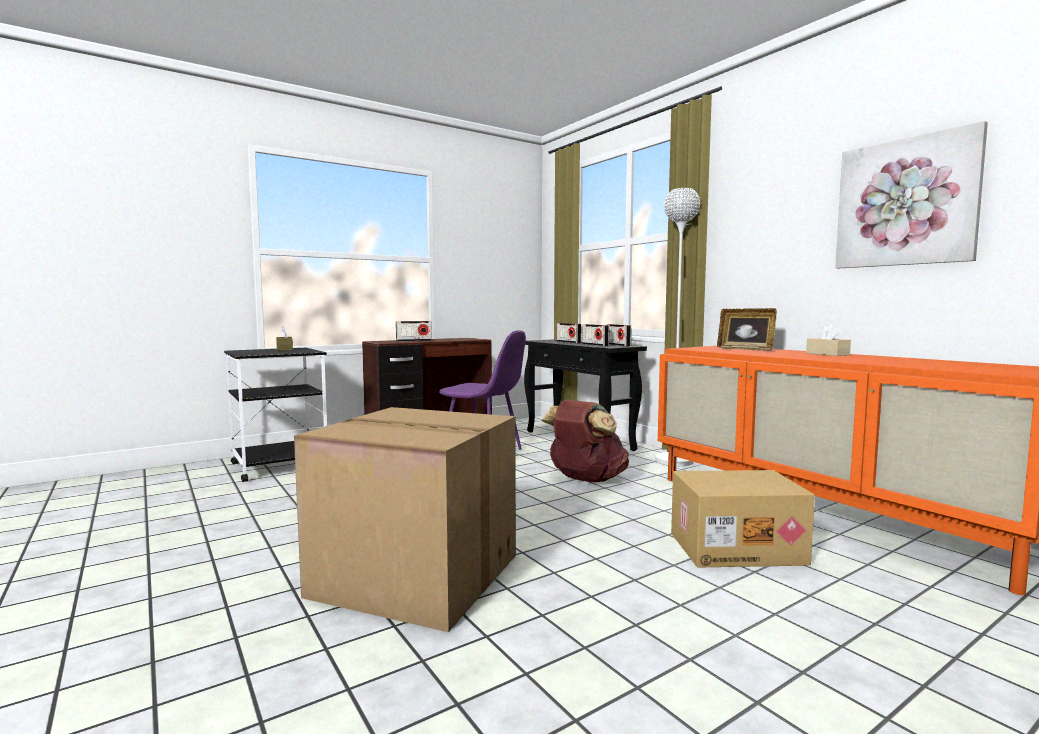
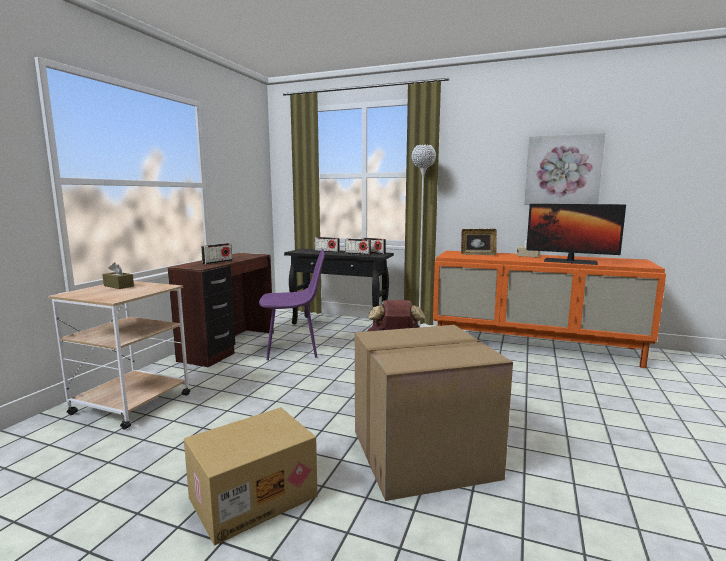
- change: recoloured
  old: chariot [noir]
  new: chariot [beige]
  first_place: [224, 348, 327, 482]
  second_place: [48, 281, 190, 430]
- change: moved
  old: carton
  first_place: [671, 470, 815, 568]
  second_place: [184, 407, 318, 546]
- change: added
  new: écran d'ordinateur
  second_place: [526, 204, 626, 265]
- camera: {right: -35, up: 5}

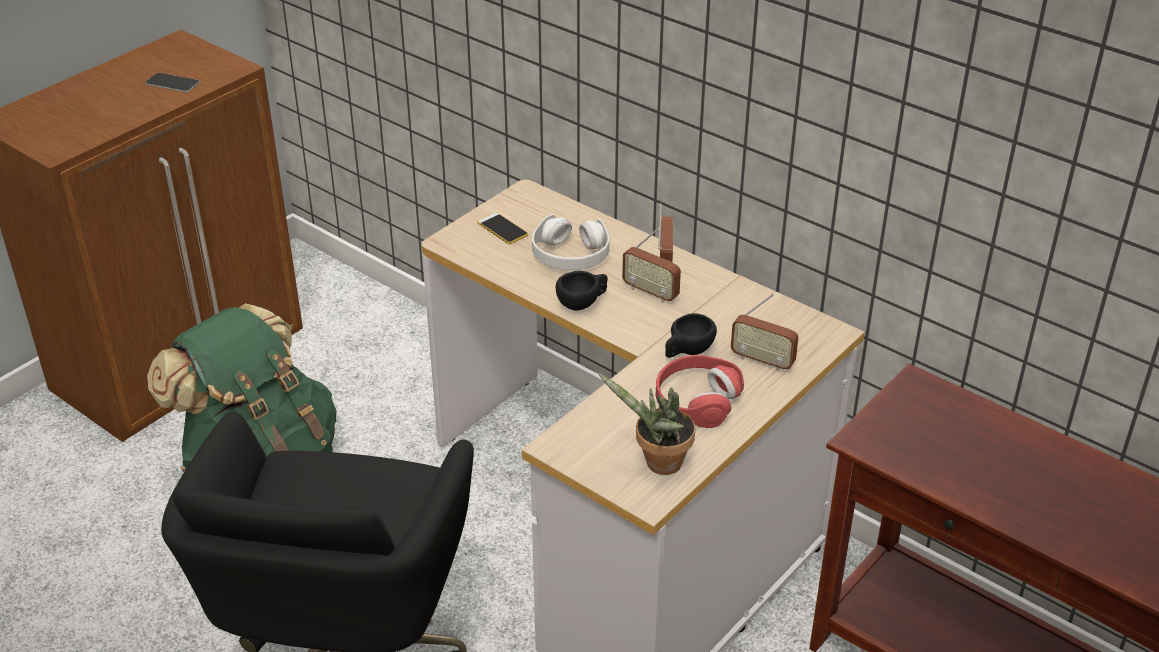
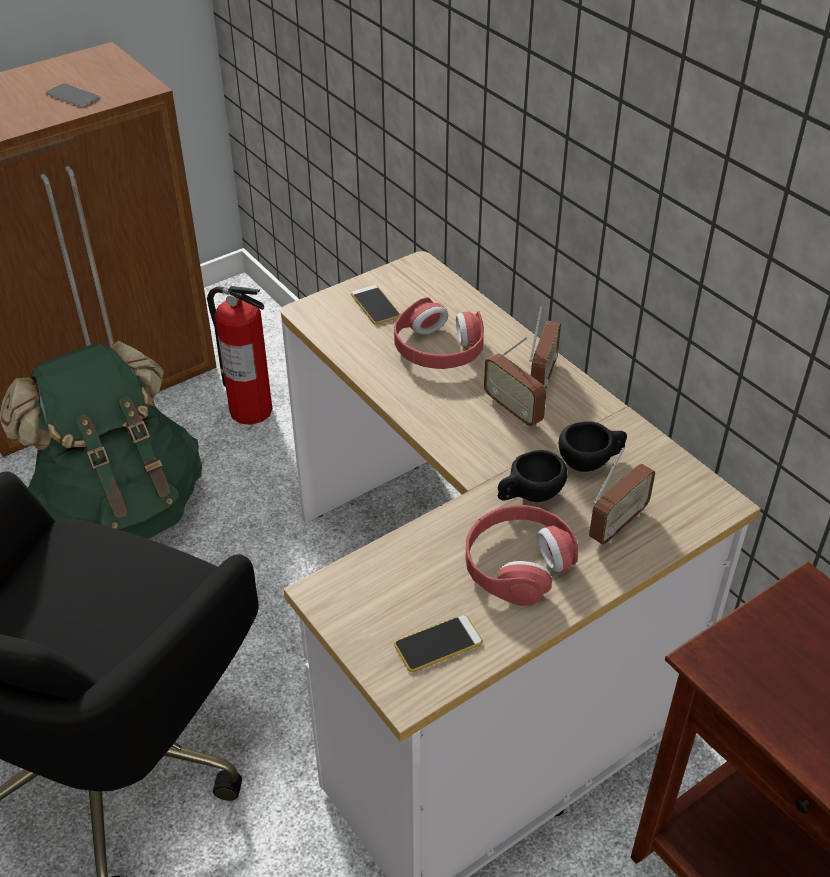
- change: recoloured
  old: casque audio [blanc]
  new: casque audio [rouge]
  first_place: [532, 214, 610, 270]
  second_place: [394, 297, 484, 369]
- change: moved
  old: tasse [noir]
  first_place: [556, 270, 608, 310]
  second_place: [559, 421, 627, 472]
- change: replaced
  old: plante en pot
  new: téléphone
  first_place: [599, 374, 695, 475]
  second_place: [394, 615, 483, 672]
- change: turned
  old: radio
  first_place: [731, 294, 799, 371]
  second_place: [589, 447, 655, 545]
  degrees: -90
- change: added
  new: extincteur
  second_place: [207, 286, 272, 425]
- camera: {right: 15, up: 5}

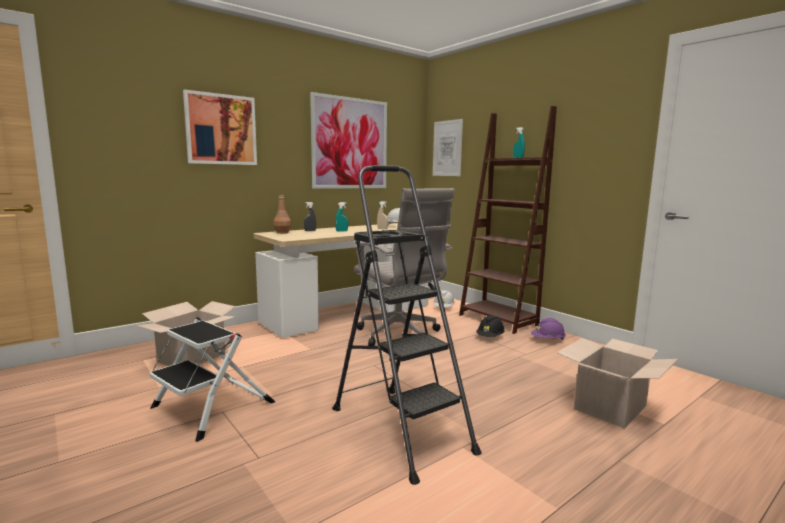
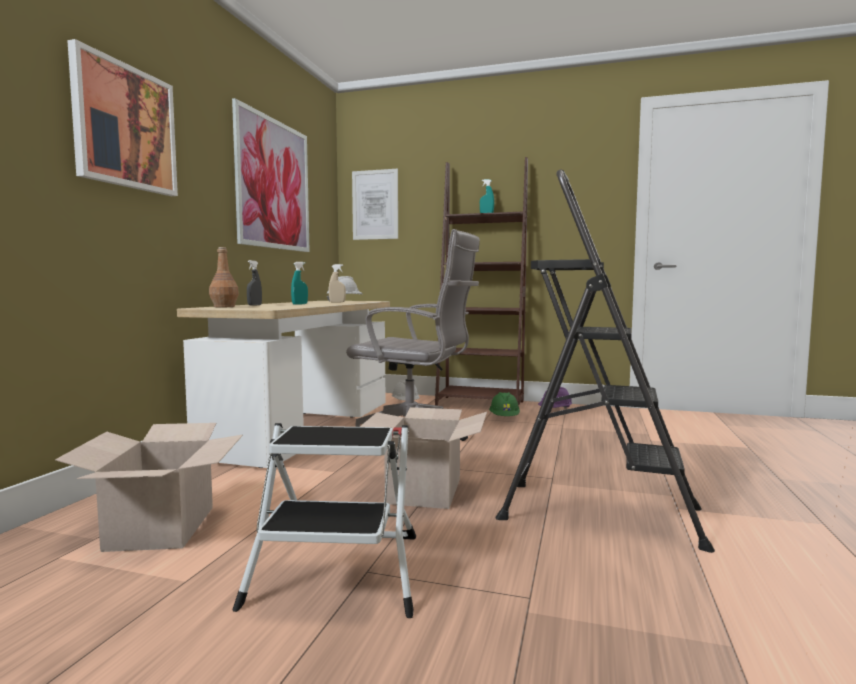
- change: recoloured
  old: casque de chantier [noir]
  new: casque de chantier [vert]
  first_place: [476, 315, 505, 337]
  second_place: [489, 392, 520, 416]
- change: moved
  old: carton
  first_place: [557, 338, 678, 429]
  second_place: [360, 407, 487, 509]
- camera: {right: -35, up: -5}

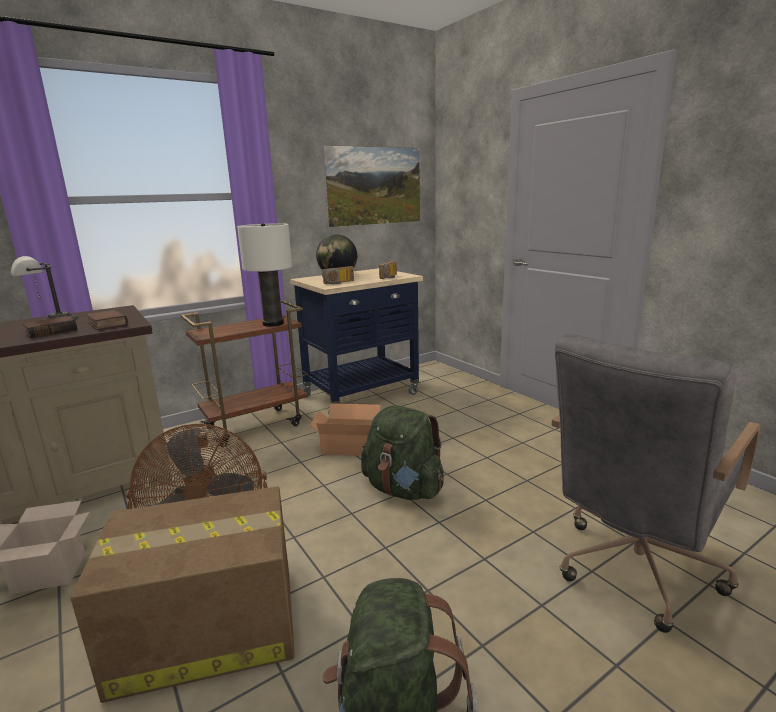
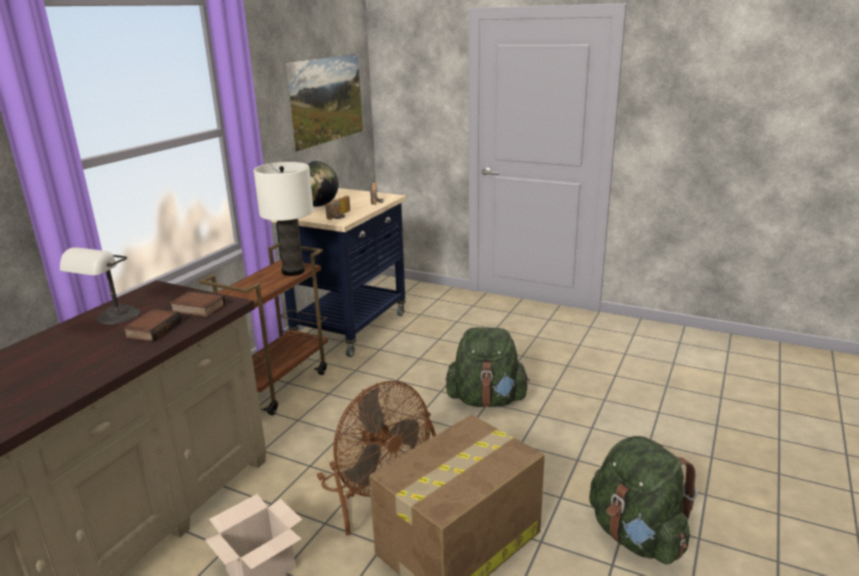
- change: removed
  old: carton
  first_place: [310, 403, 381, 456]
- change: removed
  old: chaise de bureau [gris]
  first_place: [551, 334, 760, 633]
- camera: {right: -30, up: 5}

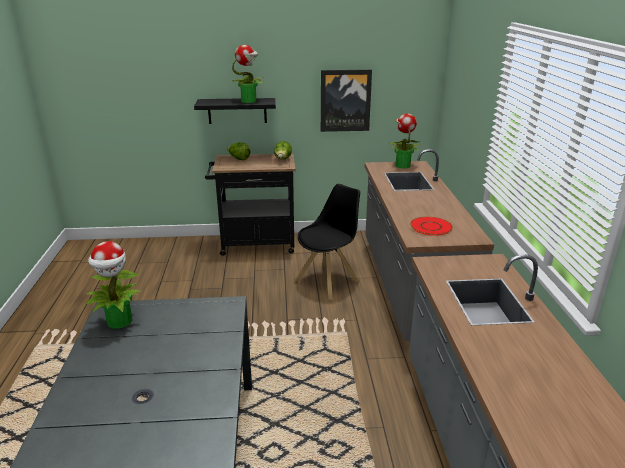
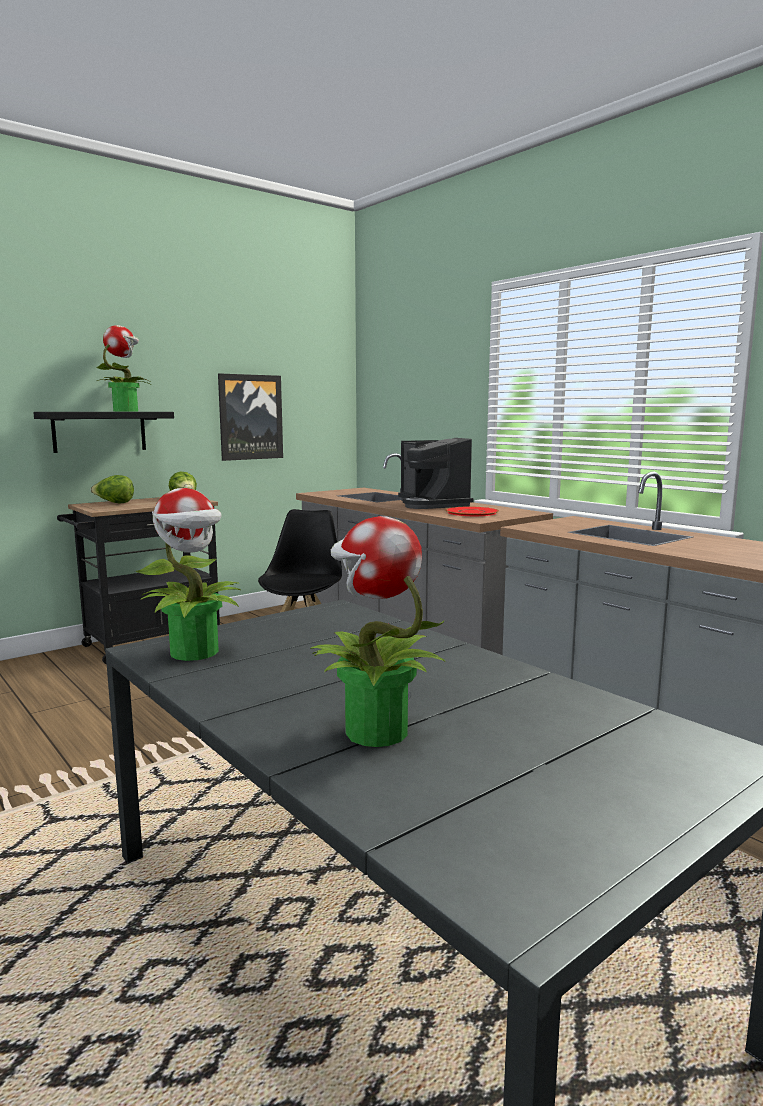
- change: moved
  old: plante en pot
  first_place: [389, 113, 419, 168]
  second_place: [310, 516, 445, 747]
- change: added
  new: machine à café
  second_place: [398, 438, 473, 509]
- camera: {right: -35, up: -15}

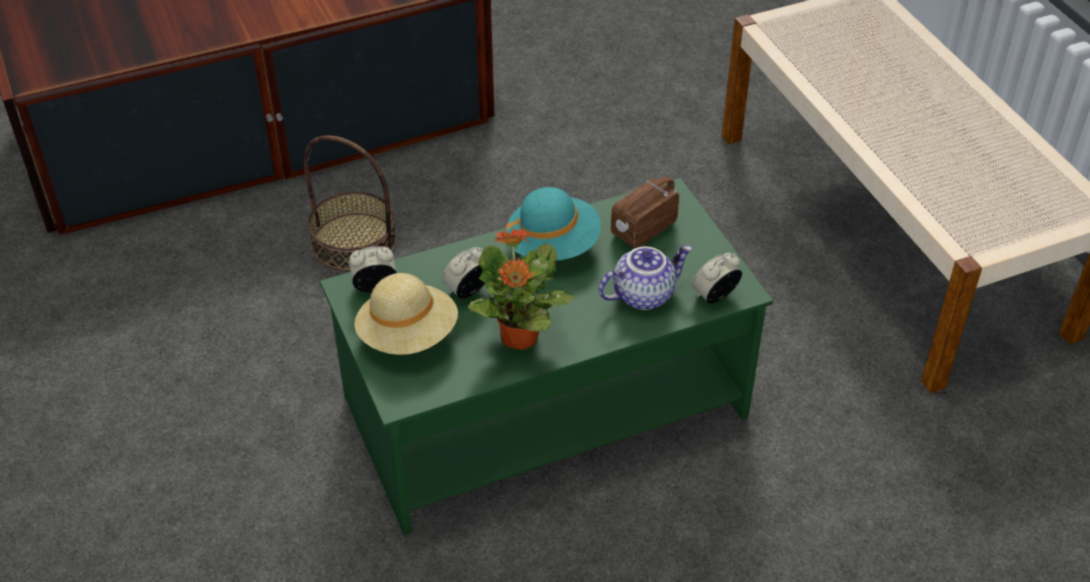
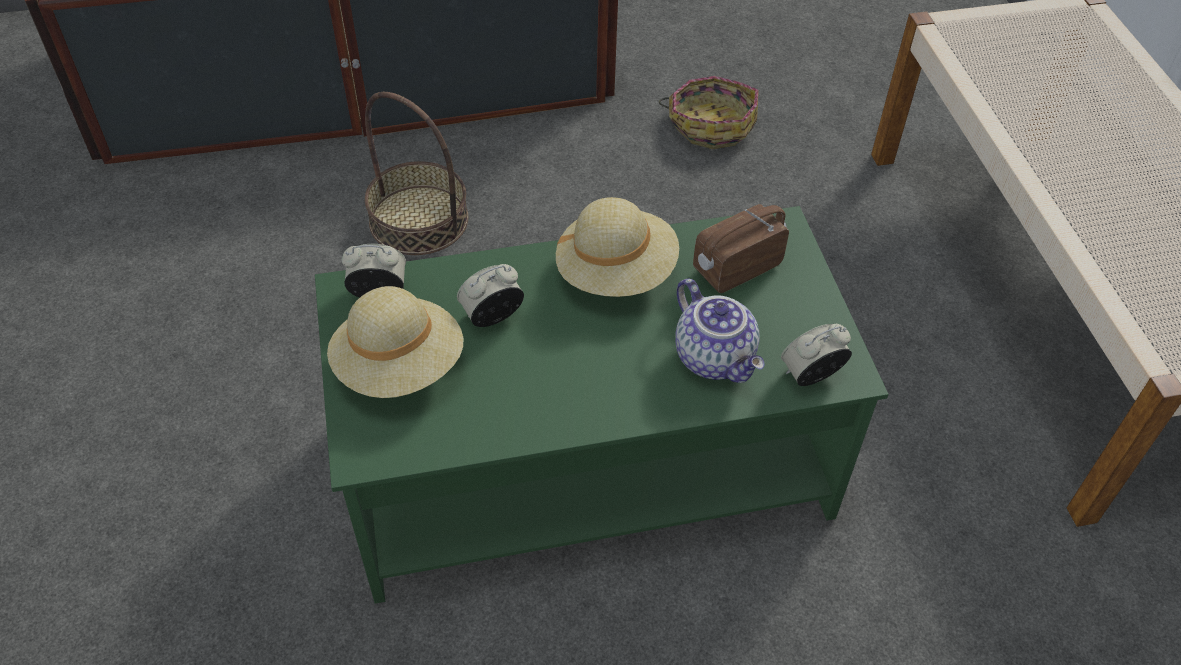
- change: removed
  old: plante en pot
  first_place: [467, 228, 574, 350]
- change: recoloured
  old: chapeau [turquoise]
  new: chapeau [beige]
  first_place: [506, 187, 601, 261]
  second_place: [556, 197, 679, 297]
- change: turned
  old: théière
  first_place: [598, 245, 692, 310]
  second_place: [675, 279, 764, 383]
  degrees: 75
- change: added
  new: panier
  second_place: [659, 76, 759, 149]
- camera: {right: 10, up: 5}

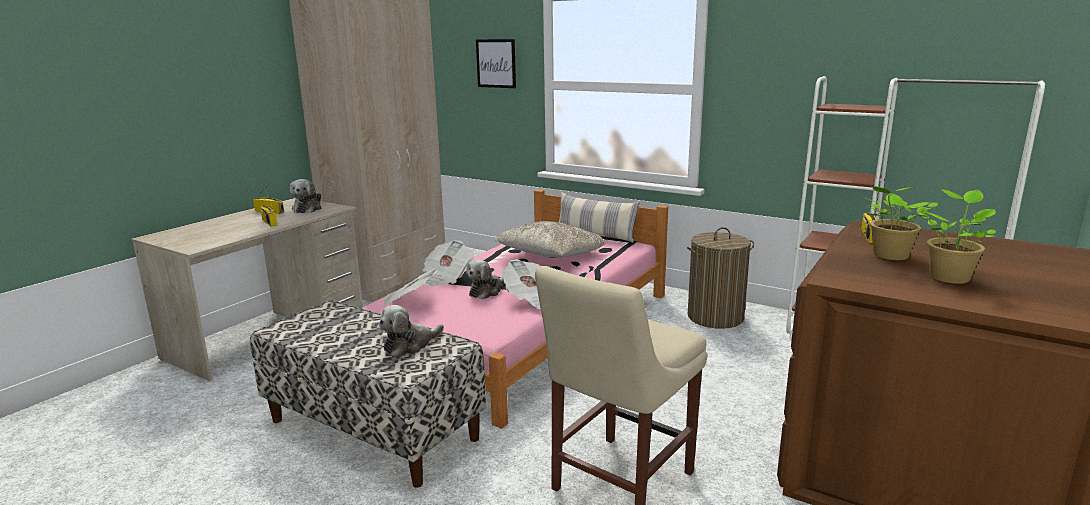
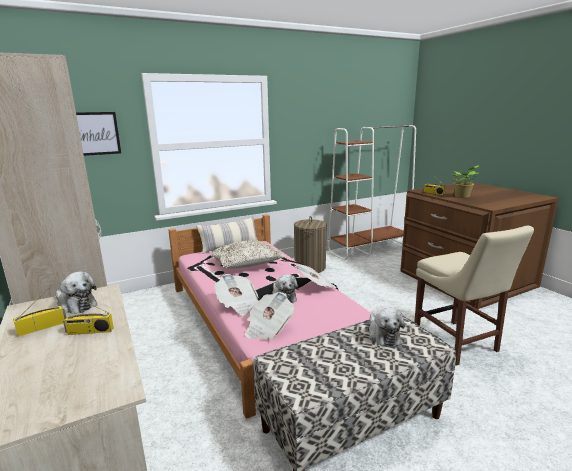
- change: removed
  old: plante en pot
  first_place: [918, 189, 996, 284]
- camera: {right: -60, up: 0}

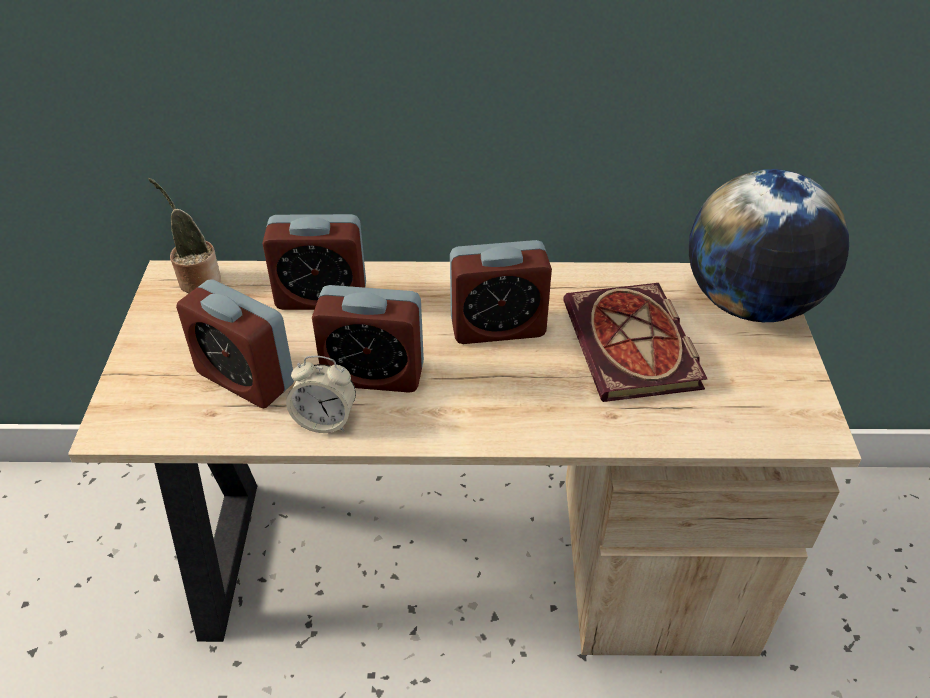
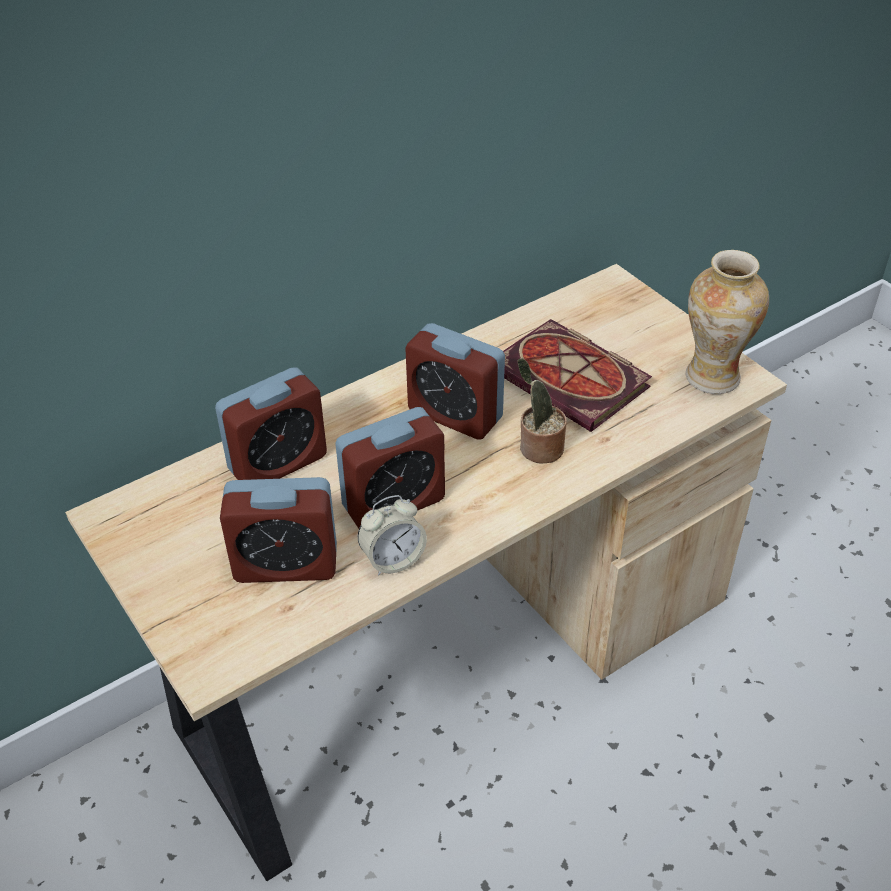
- change: moved
  old: plante en pot
  first_place: [148, 178, 221, 293]
  second_place: [517, 358, 567, 464]
- change: turned
  old: réveil
  first_place: [450, 240, 552, 344]
  second_place: [405, 323, 505, 440]
  degrees: 75
- change: removed
  old: globe
  first_place: [689, 169, 849, 322]
- change: added
  new: vase
  second_place: [686, 250, 769, 394]
- camera: {right: -35, up: 0}

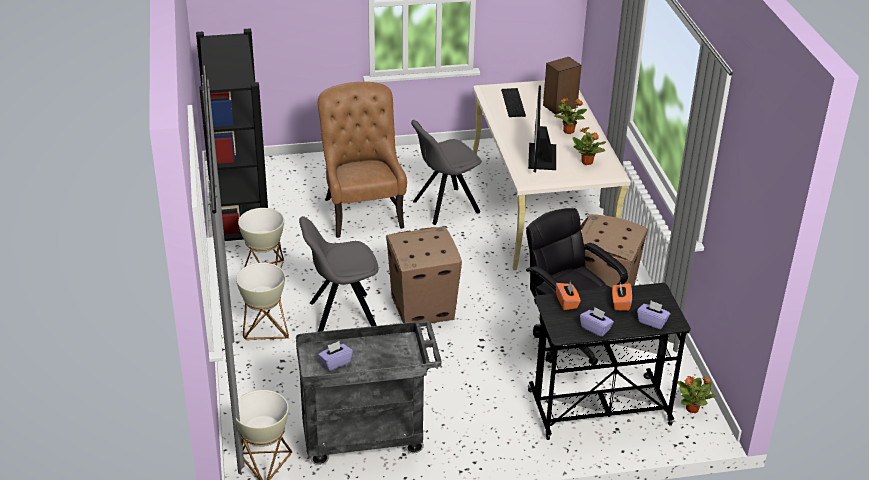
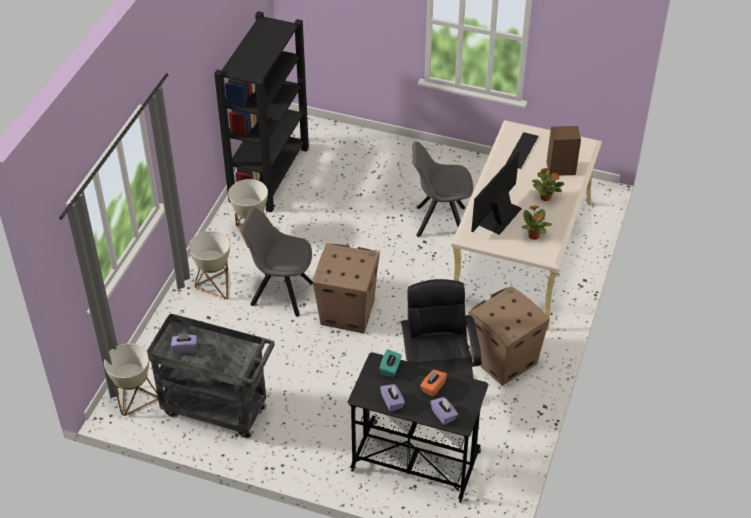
- change: removed
  old: chaise [marron]
  first_place: [318, 82, 407, 238]
- change: recoloured
  old: boîte à mouchoirs [orange]
  new: boîte à mouchoirs [turquoise]
  first_place: [556, 281, 581, 310]
  second_place: [379, 349, 402, 377]
- change: removed
  old: plante en pot
  first_place: [677, 376, 716, 413]
- camera: {right: 30, up: 10}

